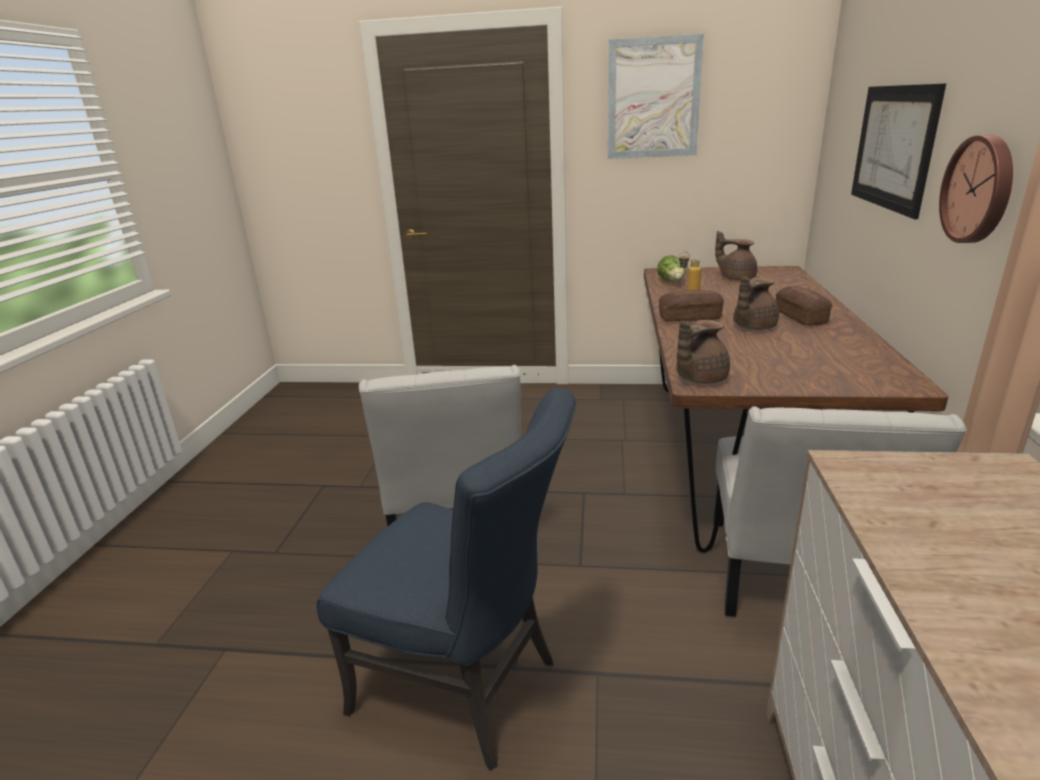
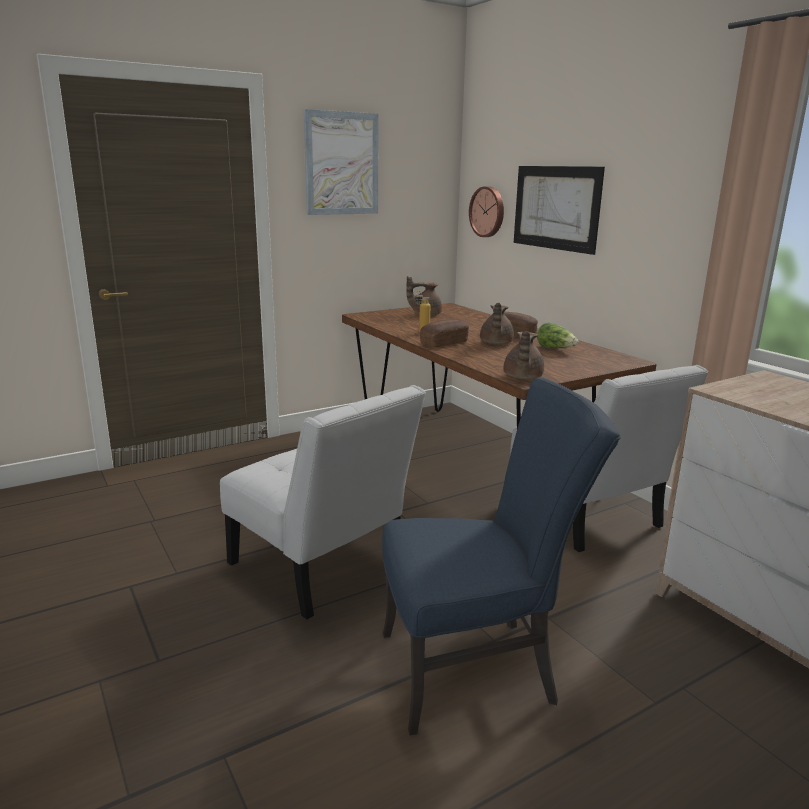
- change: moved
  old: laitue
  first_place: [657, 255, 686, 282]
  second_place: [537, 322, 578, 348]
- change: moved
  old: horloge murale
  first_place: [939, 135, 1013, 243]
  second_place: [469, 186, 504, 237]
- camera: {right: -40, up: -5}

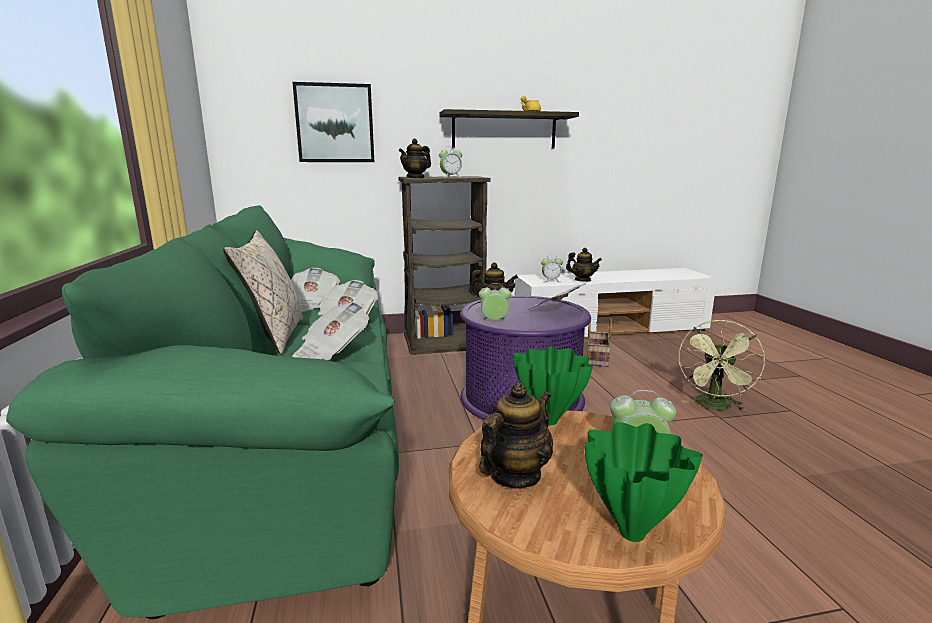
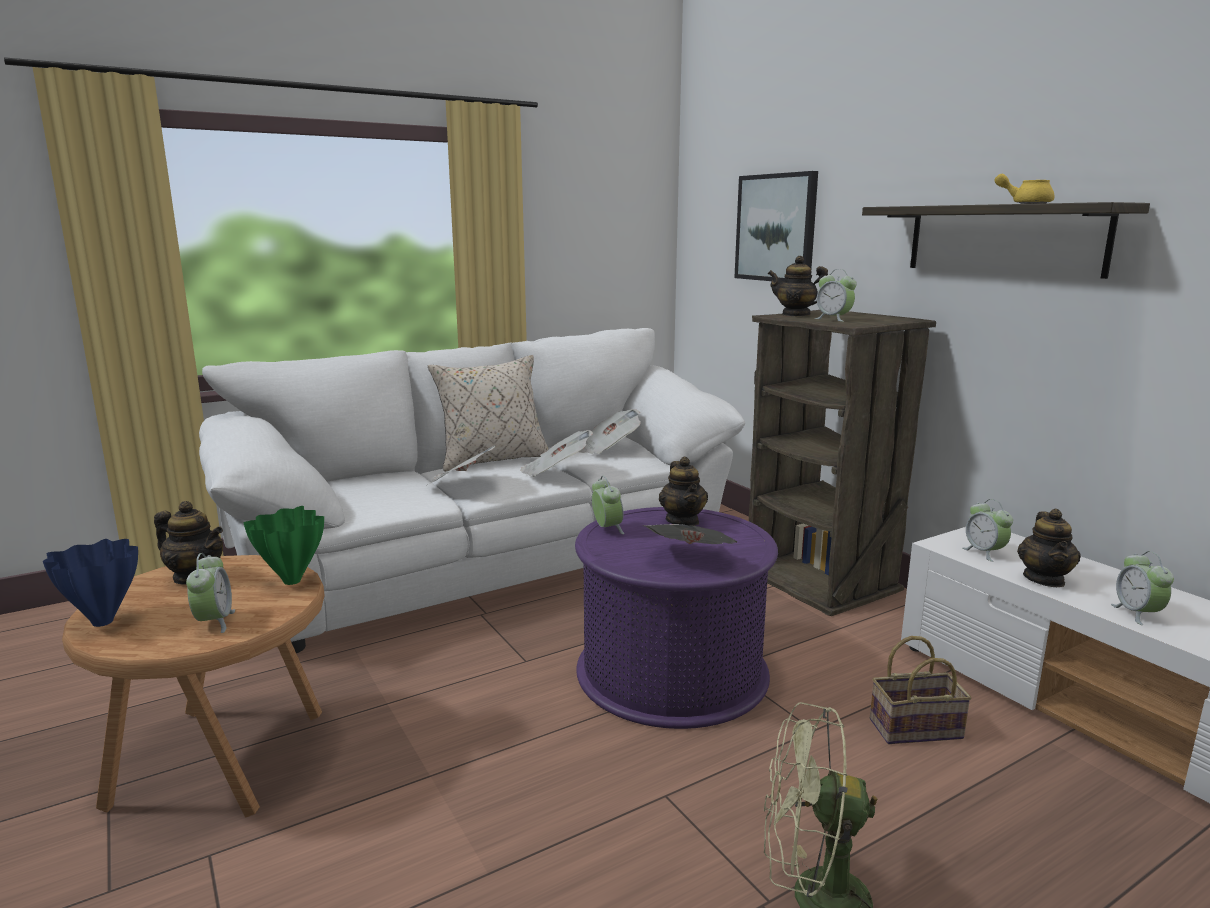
- change: recoloured
  old: canapé [vert]
  new: canapé [blanc]
  first_place: [6, 205, 399, 619]
  second_place: [199, 328, 745, 653]
- change: recoloured
  old: vase [vert]
  new: vase [bleu]
  first_place: [584, 422, 703, 542]
  second_place: [43, 539, 138, 627]
- change: added
  new: réveil
  second_place: [1111, 551, 1174, 625]
- camera: {right: 70, up: 0}

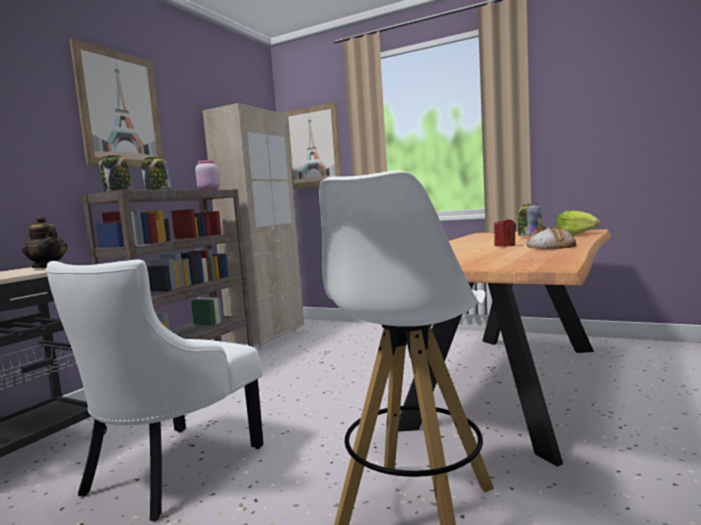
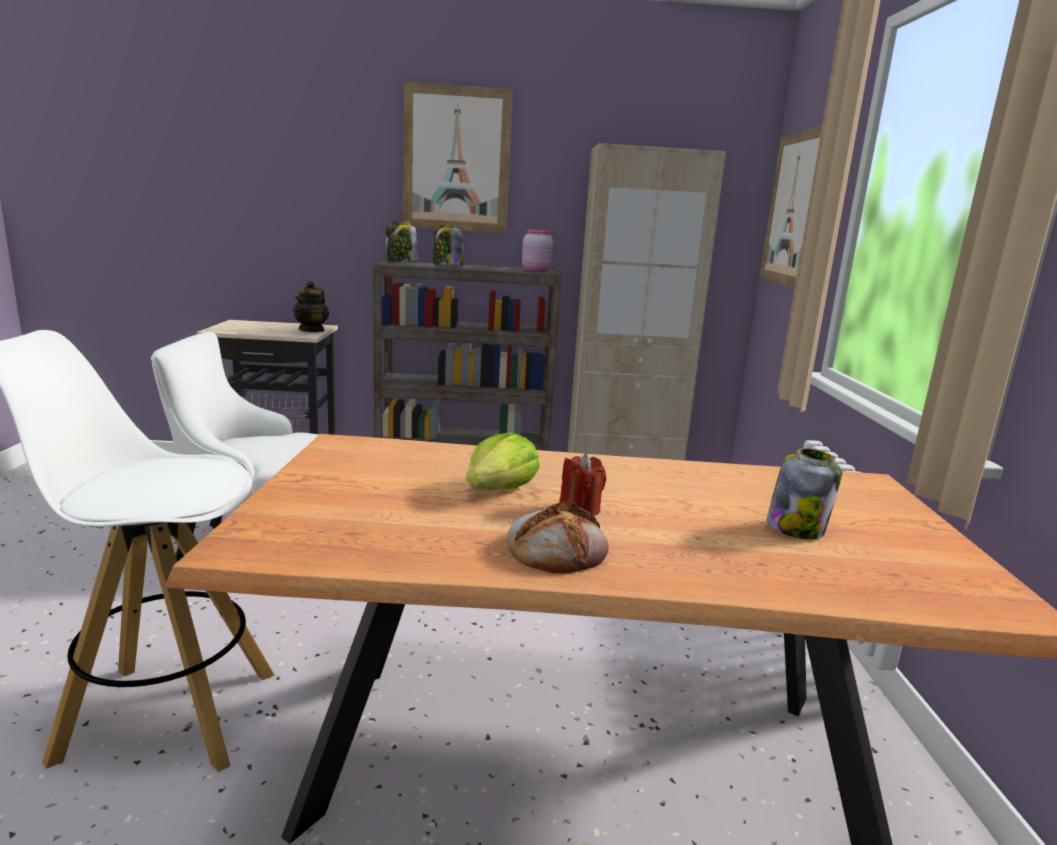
- change: moved
  old: laitue
  first_place: [556, 210, 600, 235]
  second_place: [466, 433, 539, 491]
- camera: {right: 60, up: 10}

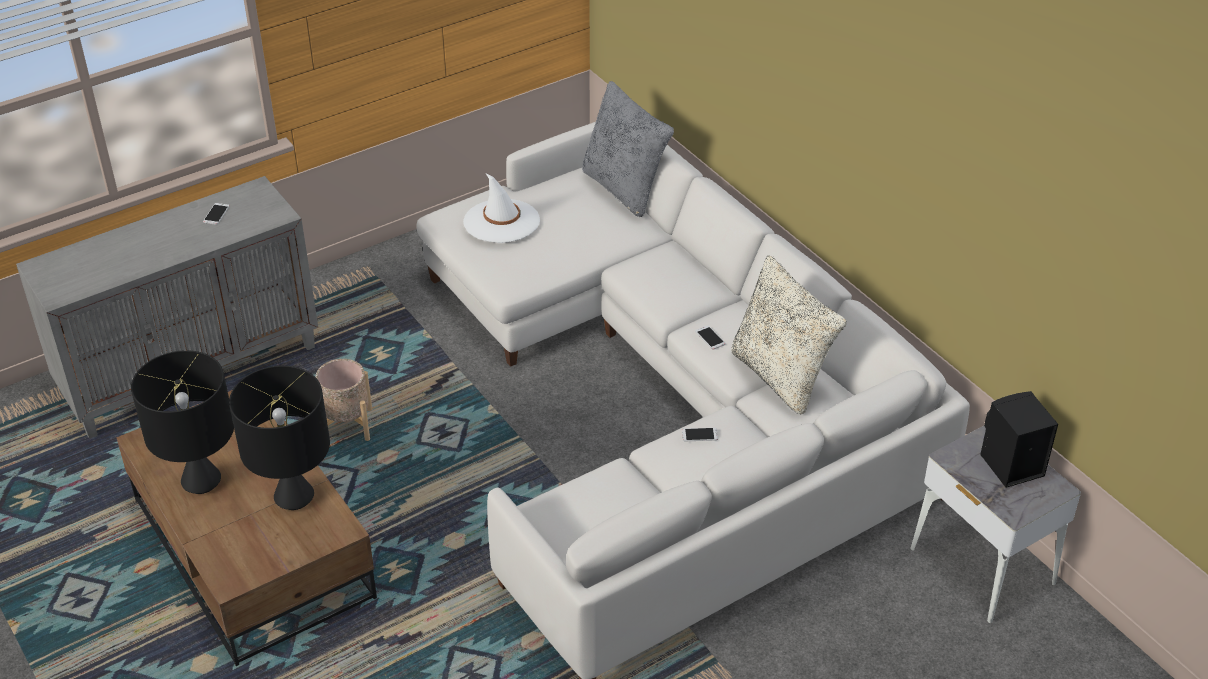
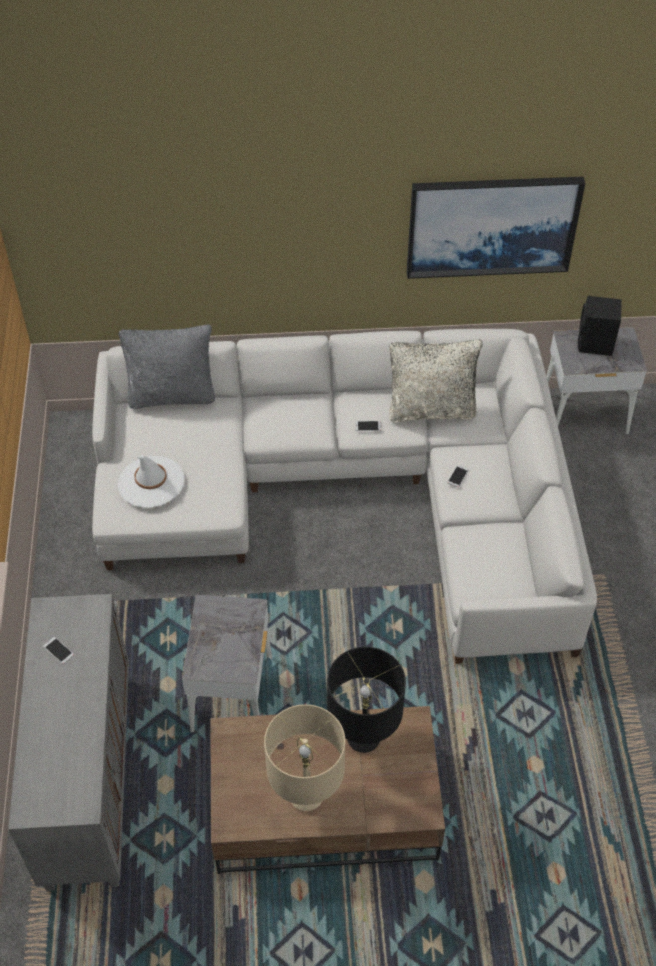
- change: recoloured
  old: lampe de table [noir]
  new: lampe de table [beige]
  first_place: [131, 350, 234, 494]
  second_place: [264, 705, 345, 811]
- change: replaced
  old: cache-pot [beige]
  new: table d'appoint
  first_place: [315, 359, 372, 441]
  second_place: [182, 595, 272, 732]
- change: added
  new: tableau
  second_place: [407, 177, 585, 279]
- camera: {right: -60, up: 10}

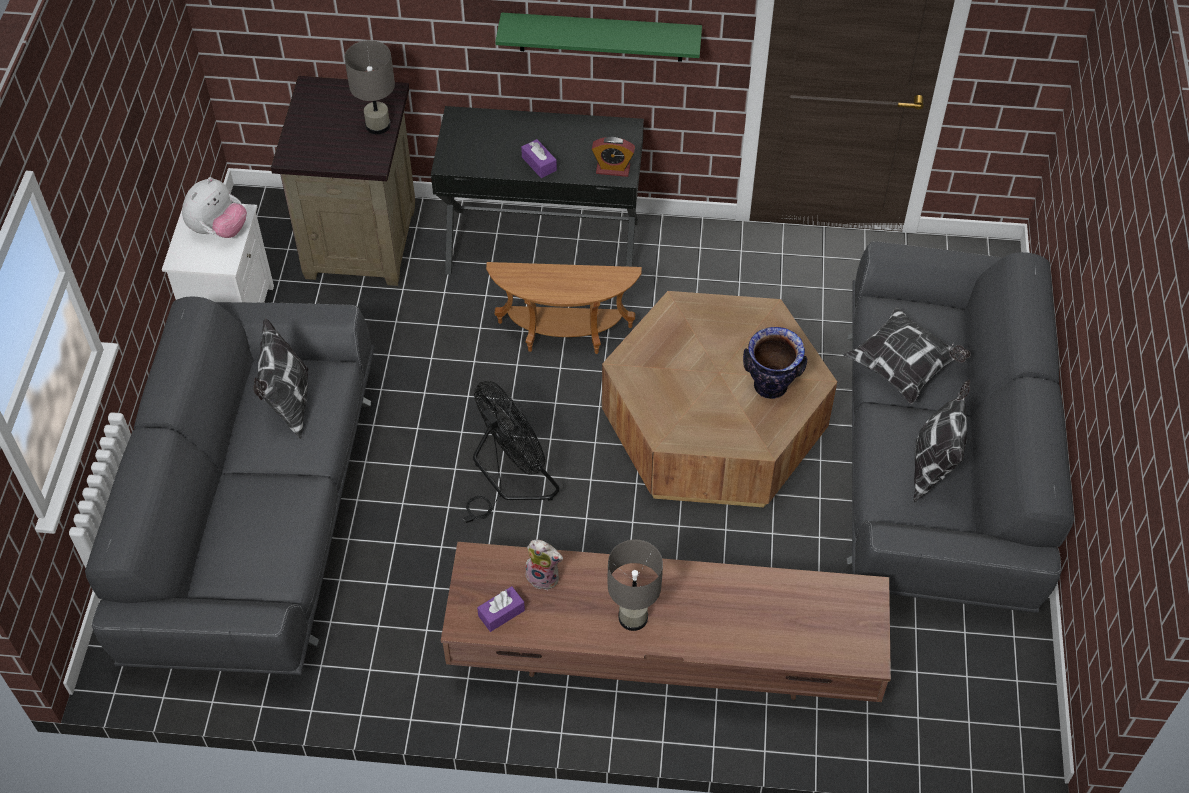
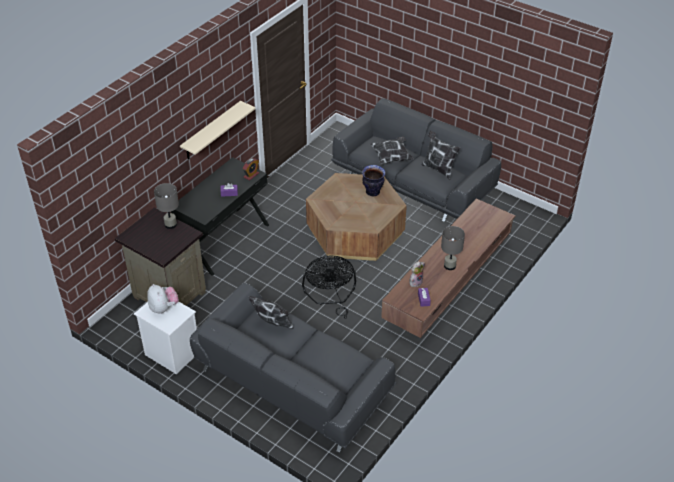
- change: removed
  old: table d'appoint [marron]
  first_place: [486, 262, 642, 354]
- change: recoloured
  old: étagère [vert]
  new: étagère [beige]
  first_place: [495, 12, 702, 62]
  second_place: [180, 101, 255, 159]
- camera: {right: -60, up: -10}

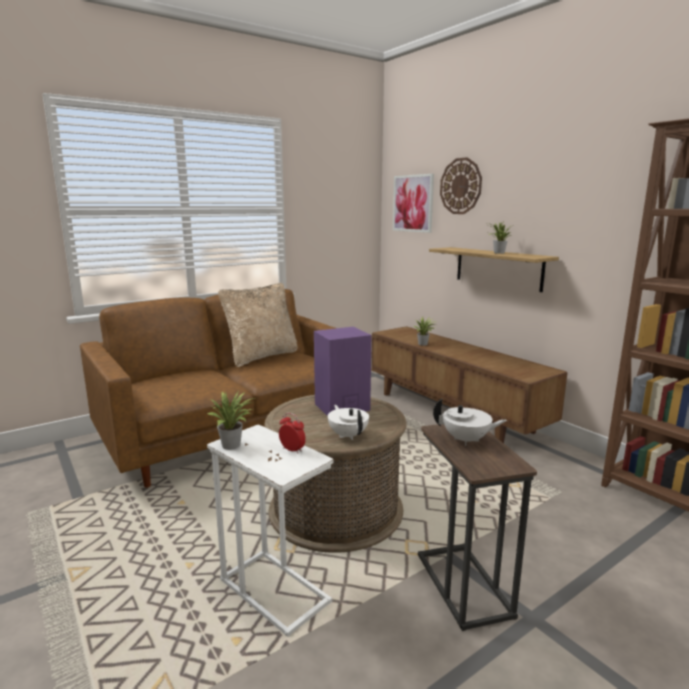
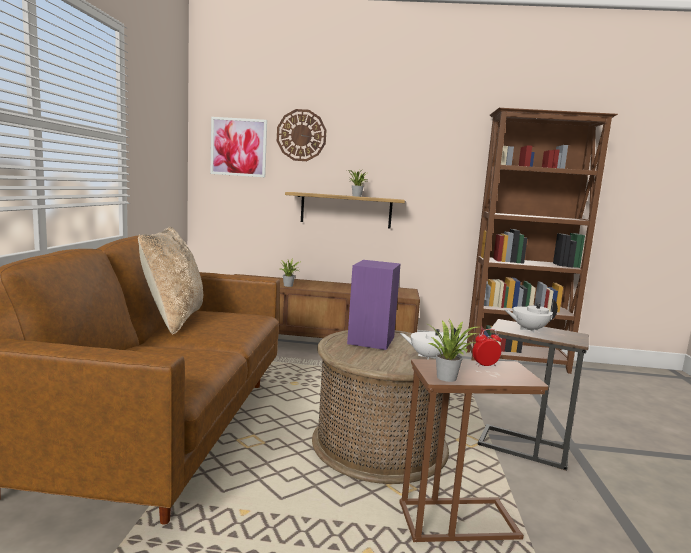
- change: recoloured
  old: table d'appoint [blanc]
  new: table d'appoint [marron]
  first_place: [207, 425, 333, 637]
  second_place: [399, 359, 549, 542]
- change: turned
  old: théière [blanc]
  first_place: [433, 399, 507, 446]
  second_place: [505, 299, 558, 333]
  degrees: -150
- camera: {right: -50, up: -5}

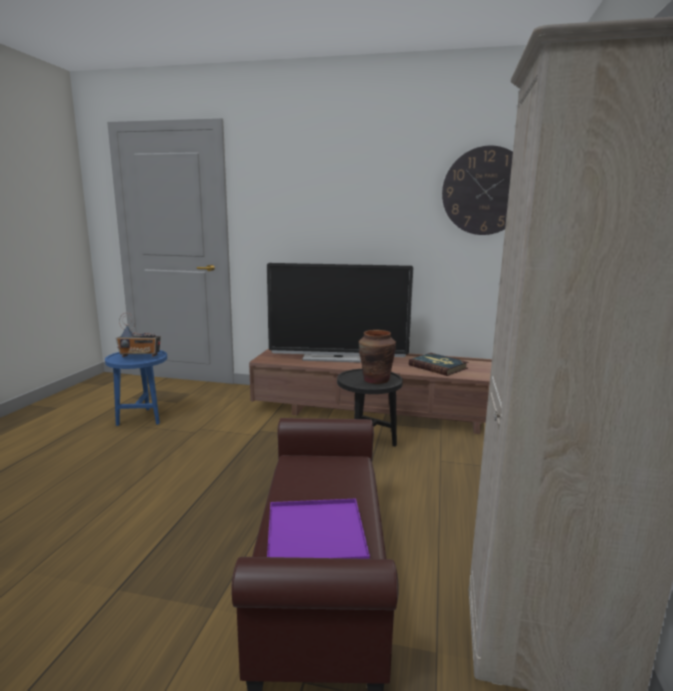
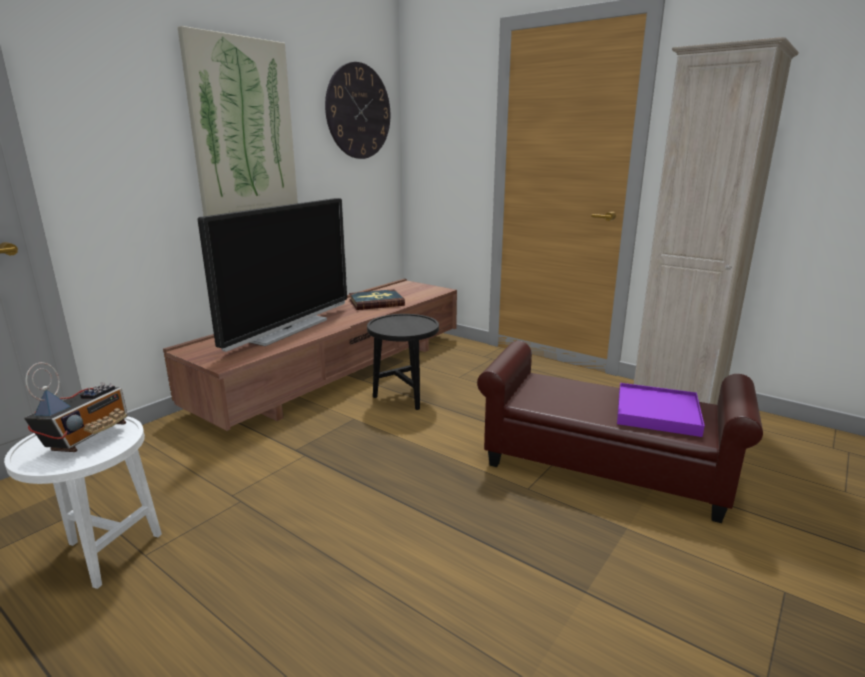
- change: recoloured
  old: table d'appoint [bleu]
  new: table d'appoint [blanc]
  first_place: [105, 350, 167, 426]
  second_place: [4, 417, 162, 589]
- change: removed
  old: vase [marron]
  first_place: [359, 330, 396, 384]
- change: added
  new: tableau
  second_place: [178, 26, 298, 216]
- camera: {right: -65, up: 5}

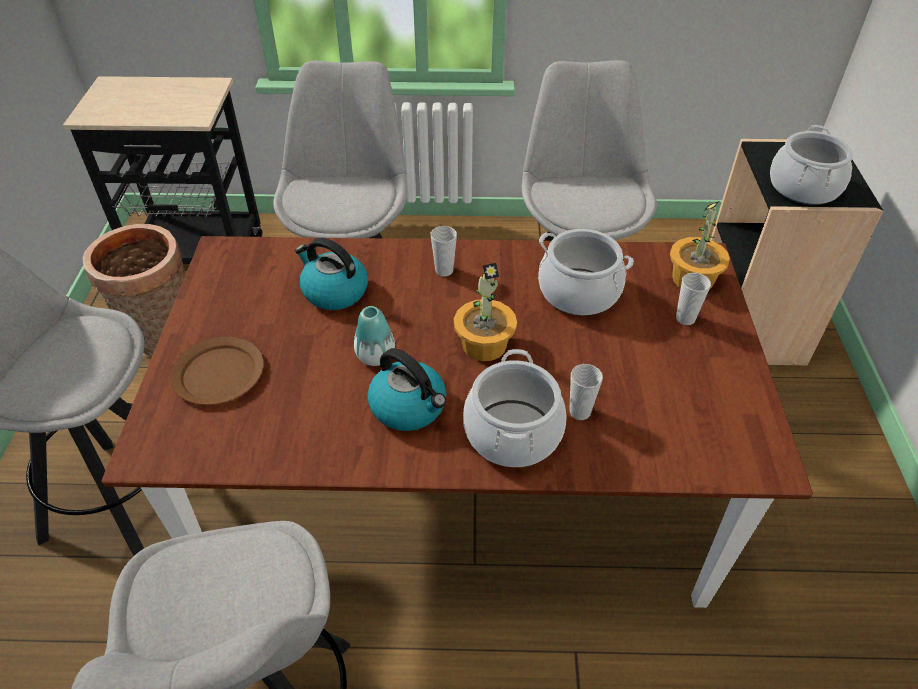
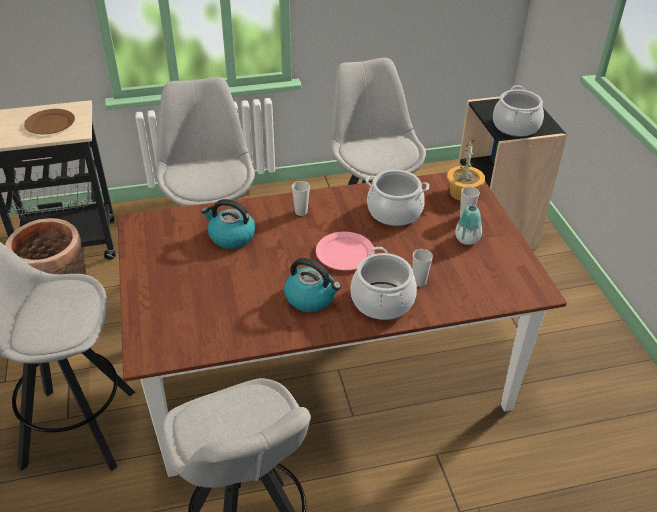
- change: moved
  old: assiette [marron]
  first_place: [170, 337, 264, 405]
  second_place: [24, 109, 75, 134]
- change: moved
  old: vase
  first_place: [354, 306, 395, 366]
  second_place: [455, 205, 482, 245]
- change: replaced
  old: plante en pot
  new: assiette [rose]
  first_place: [454, 263, 517, 361]
  second_place: [316, 232, 375, 270]
- camera: {right: -15, up: -5}

